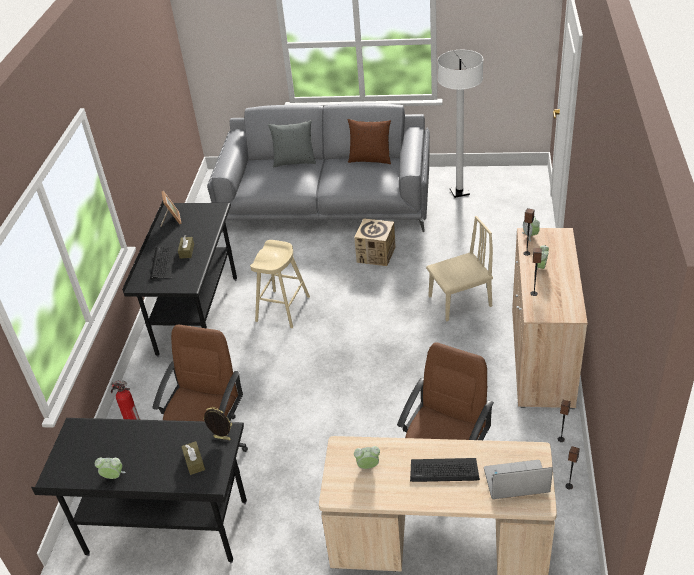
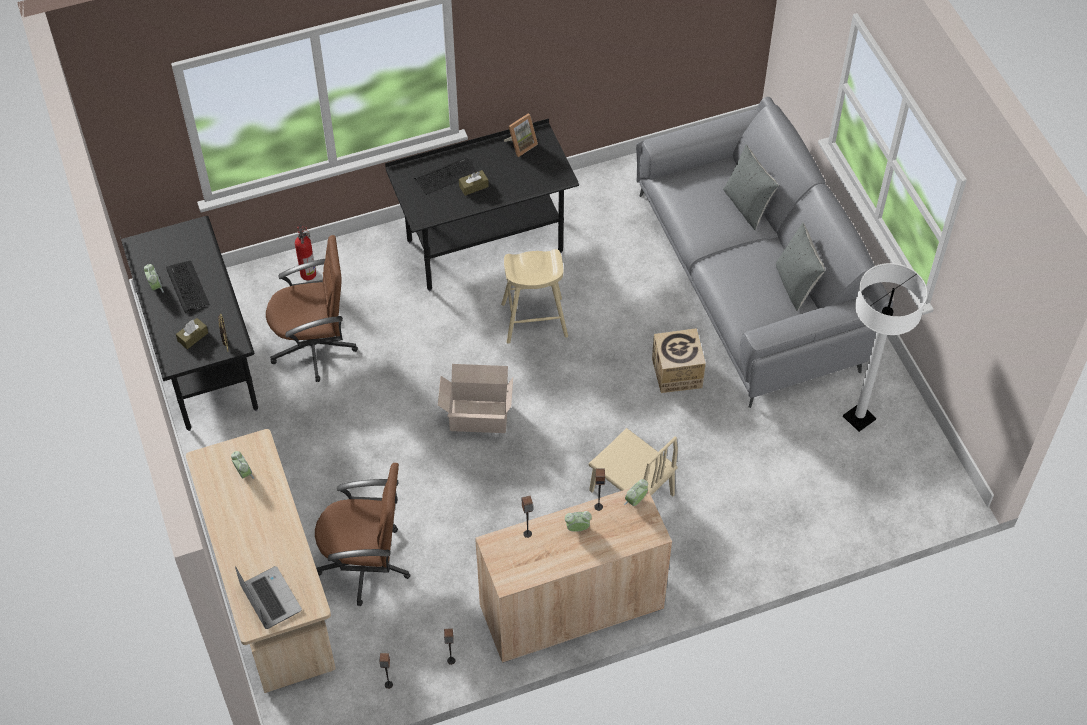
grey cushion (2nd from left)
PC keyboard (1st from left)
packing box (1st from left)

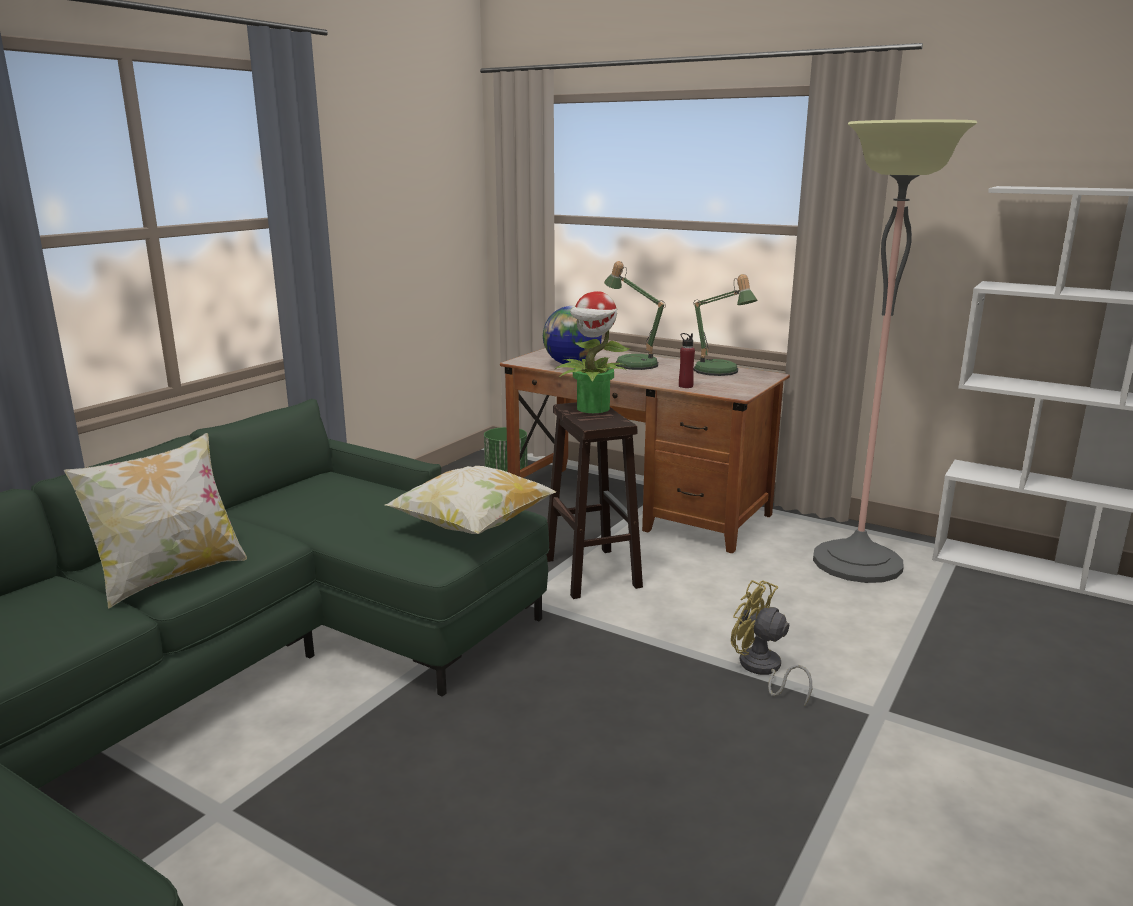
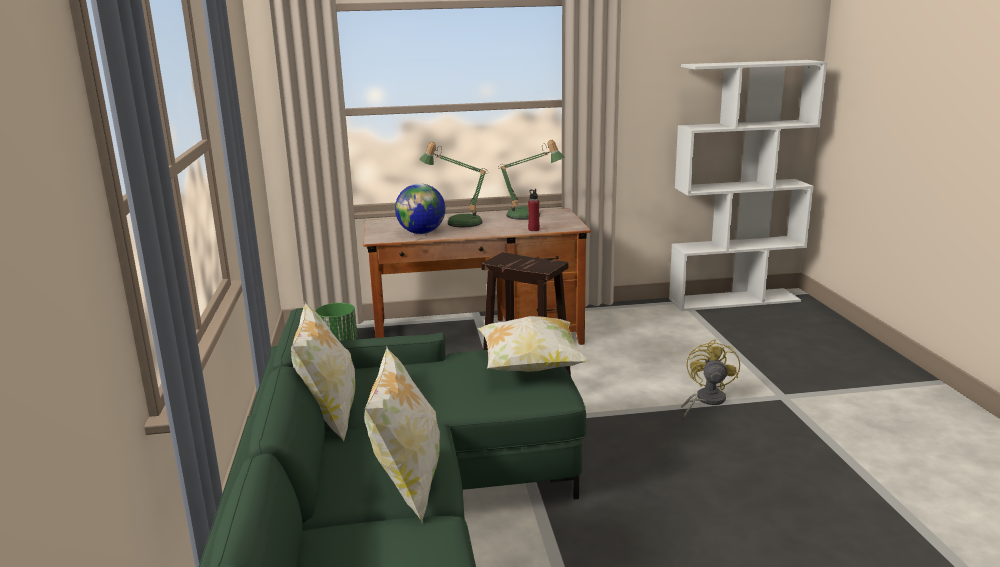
plant in a pot
yellow electric fan
floor lamp
cushion (1st from left)

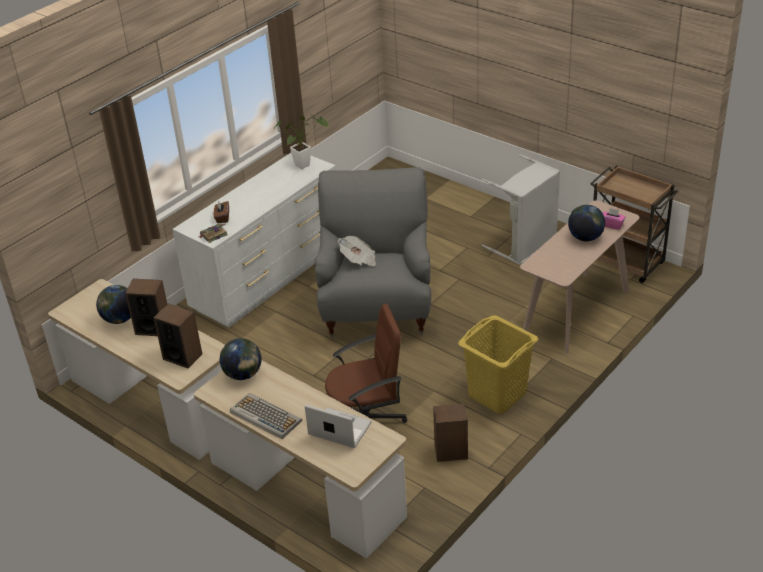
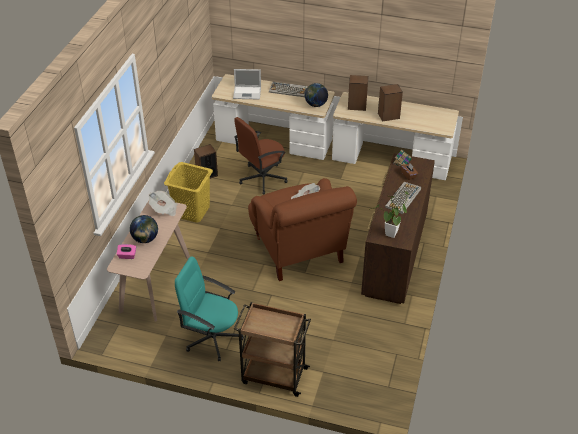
globe (1st from left in the first image)
brown dresser
brown easy chair
turquoise office chair
brown wheeled cart
daily paper (1st from left)
PC keyboard (2nd from left)

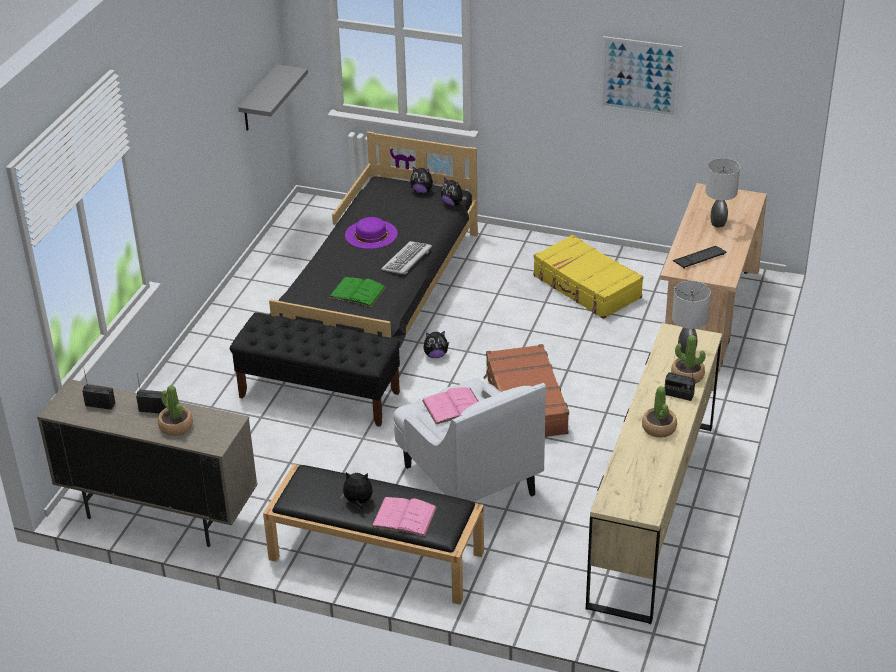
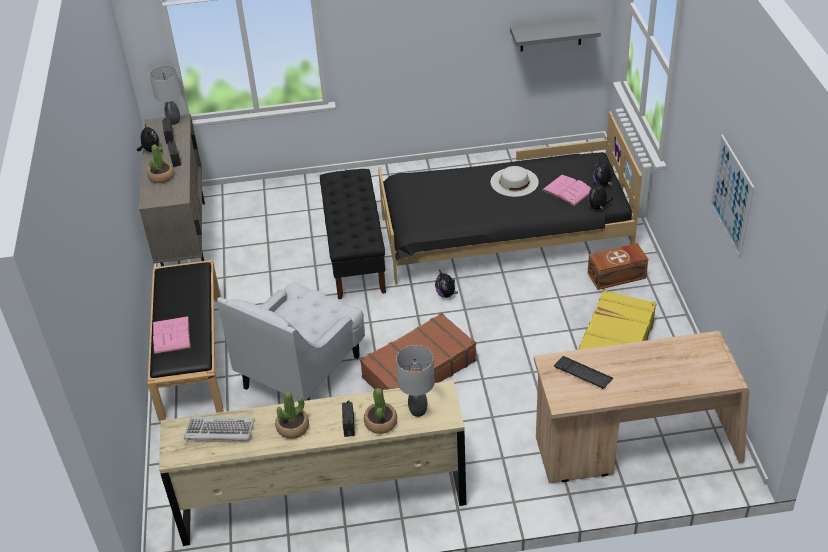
green volume
plush toy (1st from left)
whitish clothing hat
PC keyboard (1st from left)
pink volume (2nd from left)
grey lamp for a table (1st from left)
brown storage box

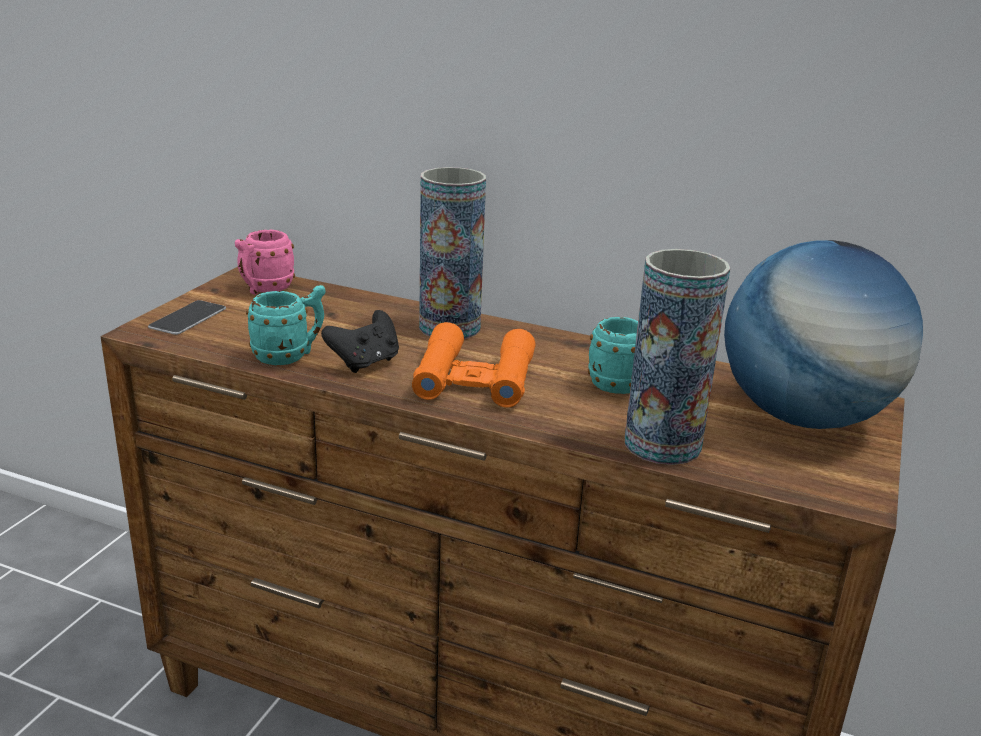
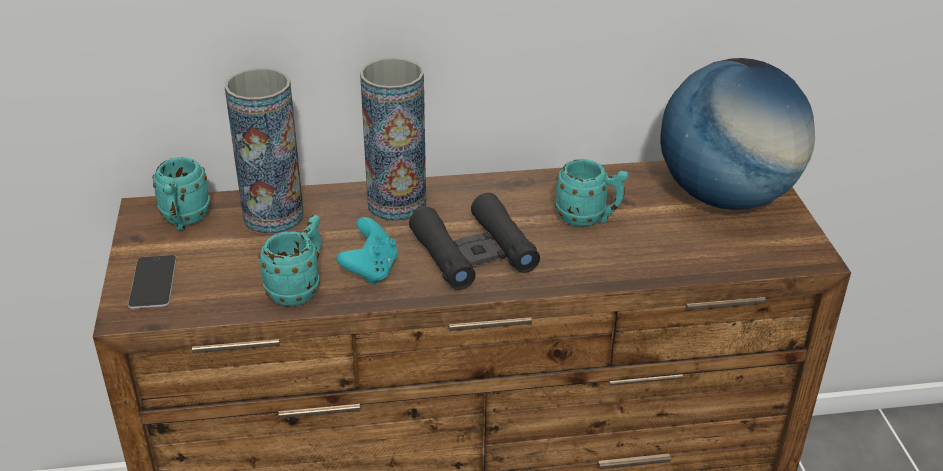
turquoise tea mug (1st from left)
turquoise game controller
blackish field glasses
flower vase (1st from left)

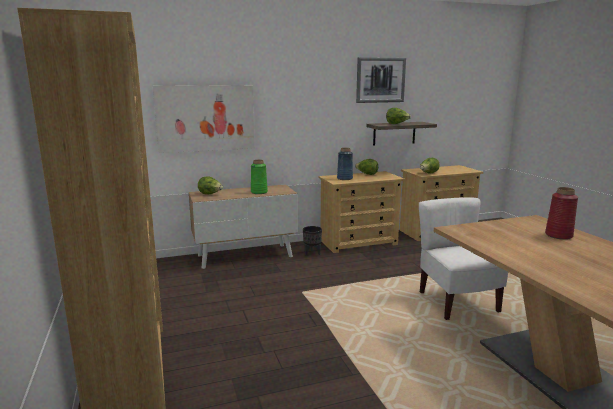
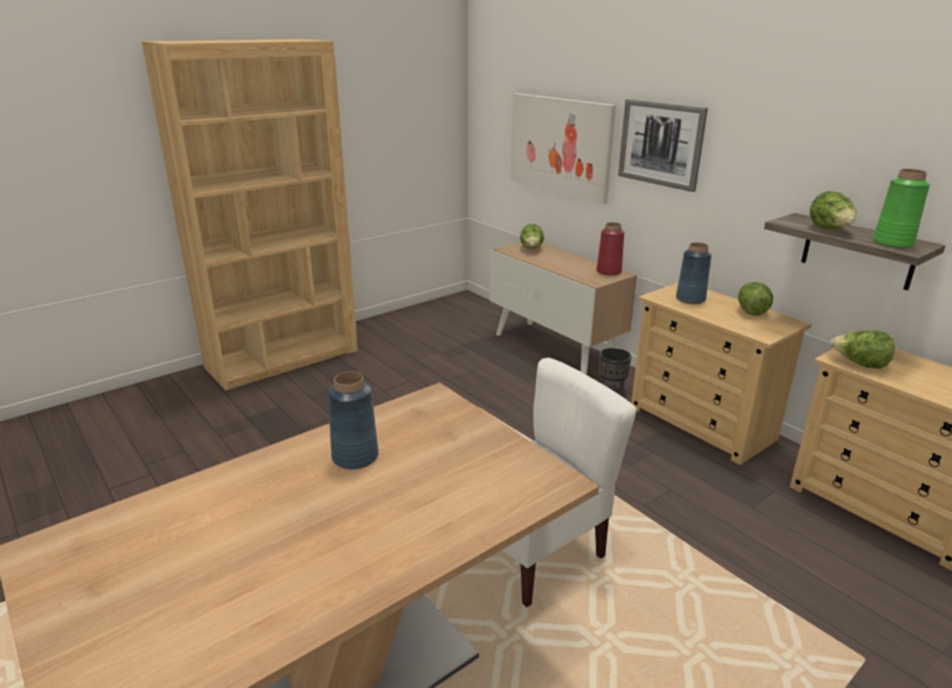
green flower vase
picture (2nd from left)
red-coloured flower vase
blue flower vase (1st from left)

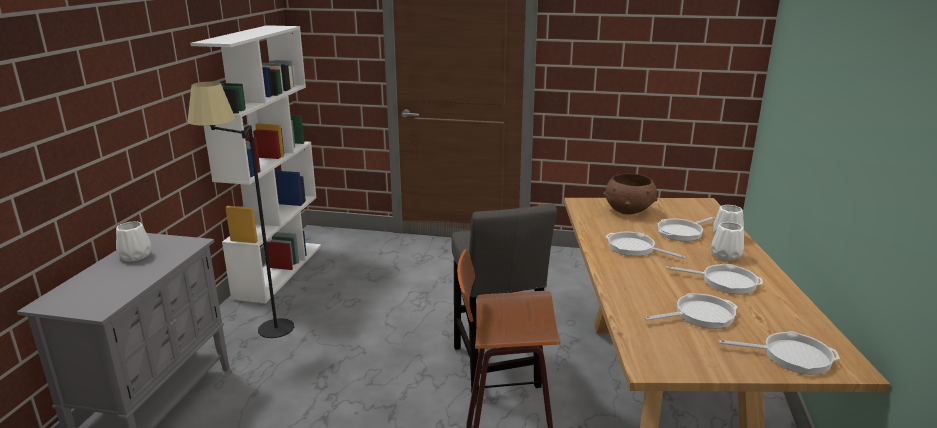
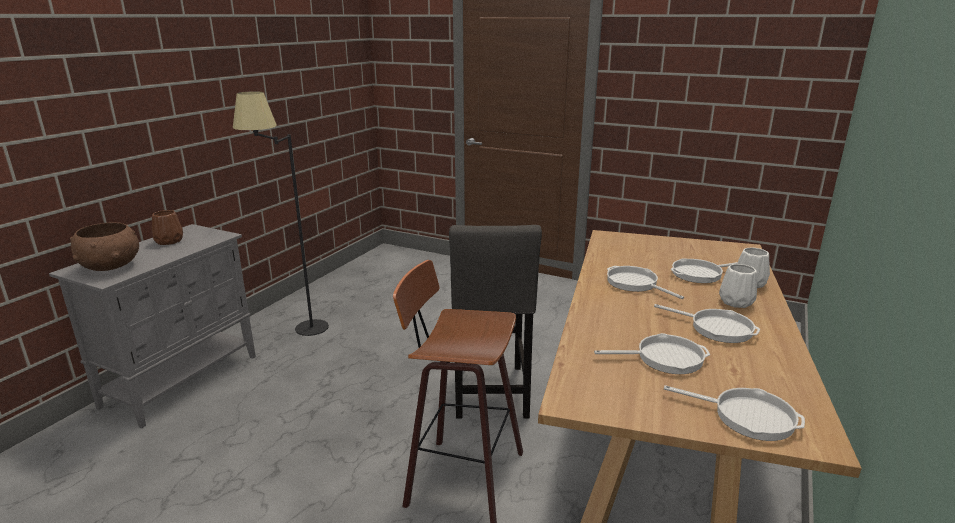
brown flower vase
whitish bookcase
brown deep dish

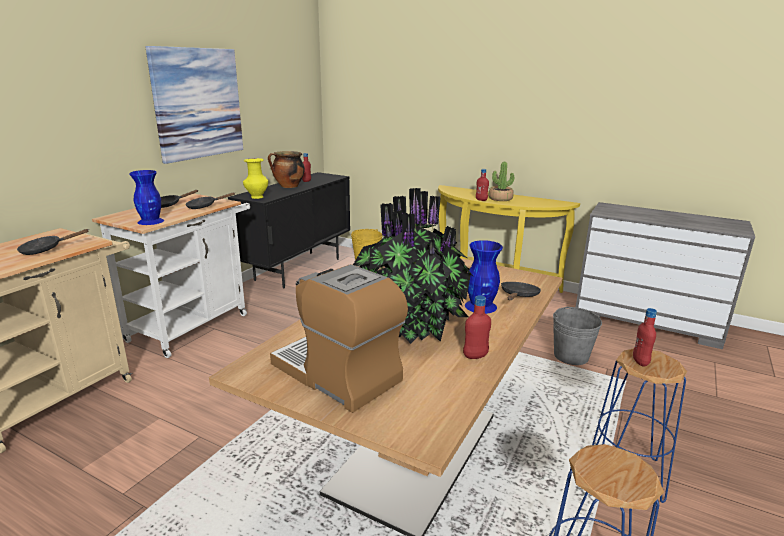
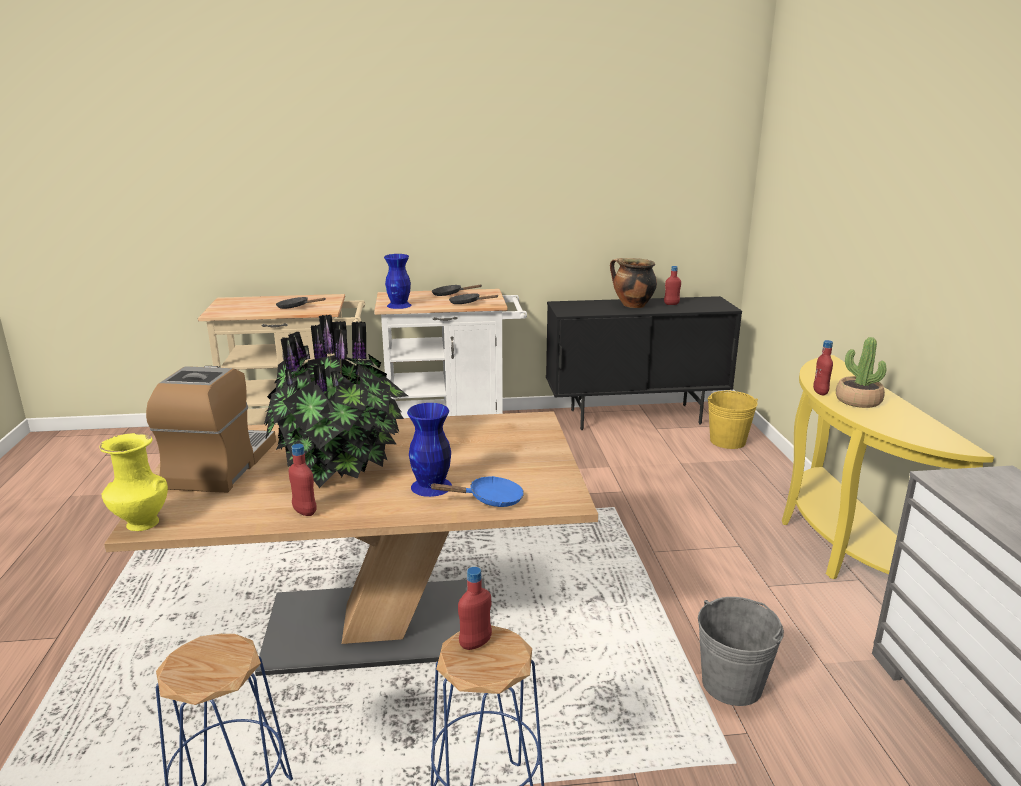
picture
yellow flower vase
blue skillet

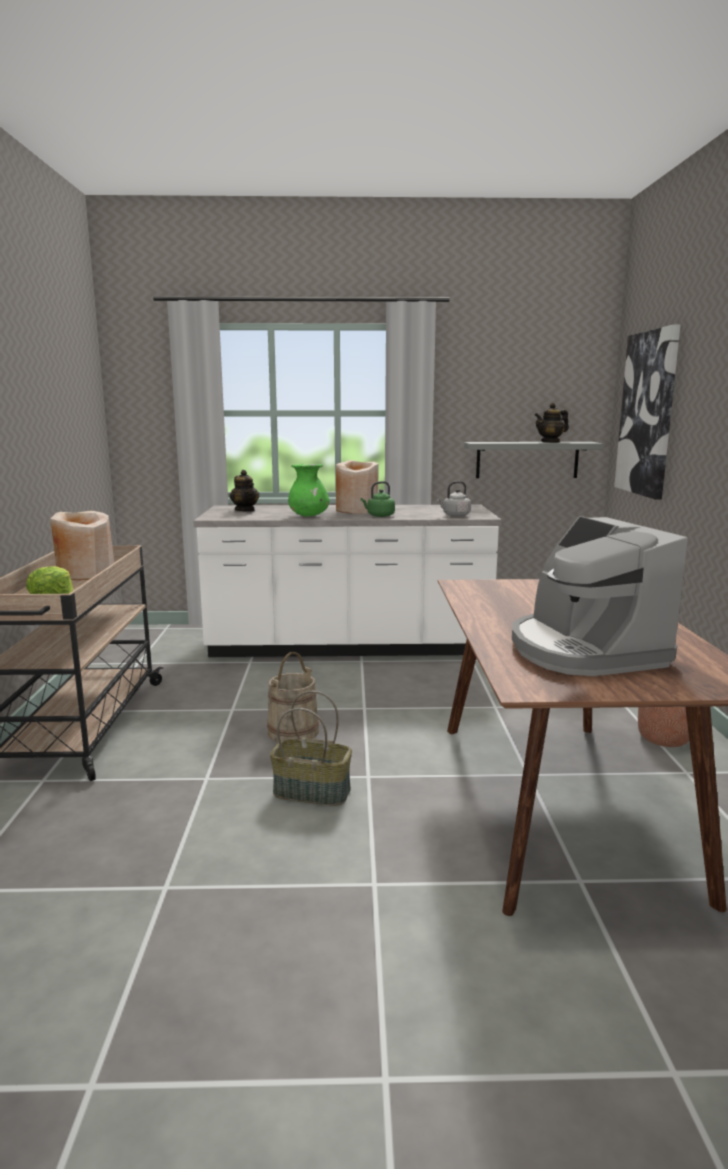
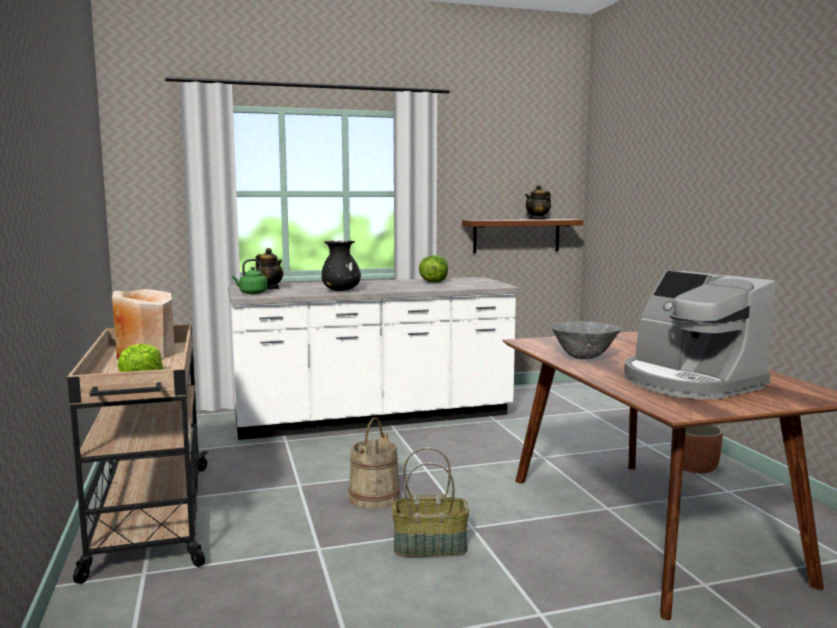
blackish flower vase
beige-coloured flower vase (2nd from left in the first image)
green tea kettle
grey tea kettle
brown bracket shelf
picture
lettuce (2nd from left)
grey deep dish

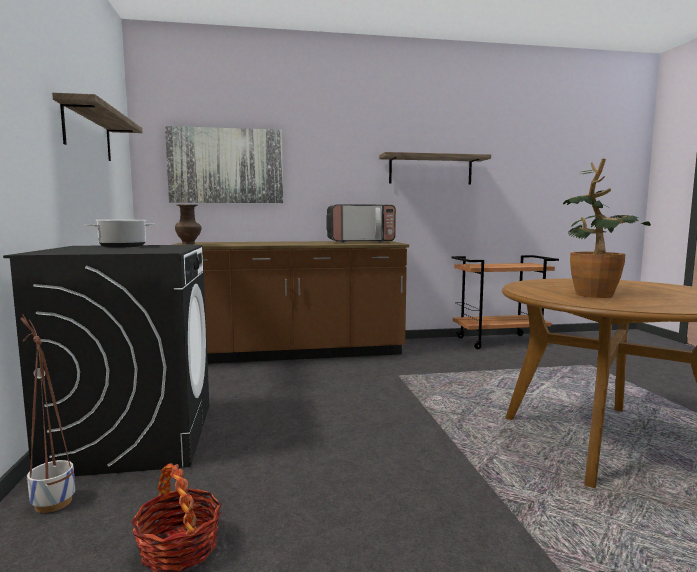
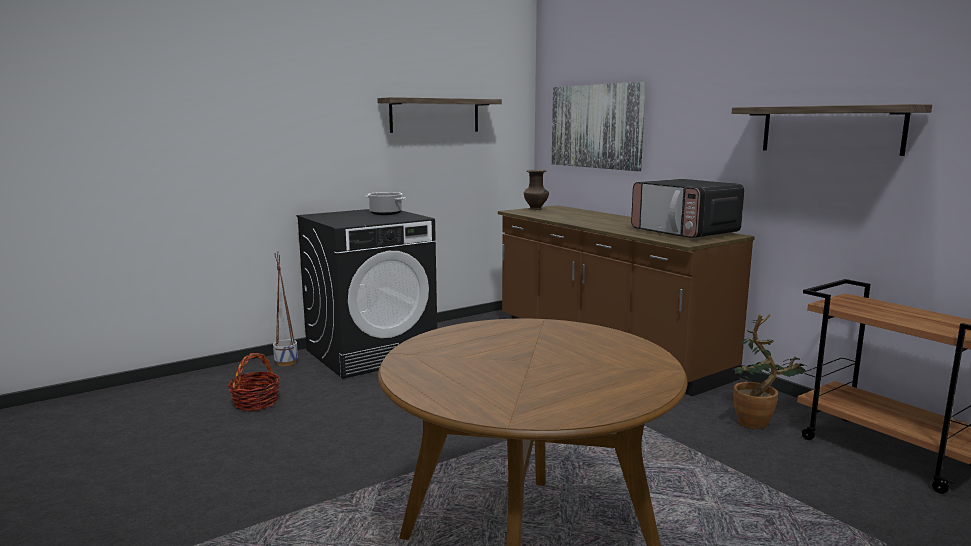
plant in a pot

